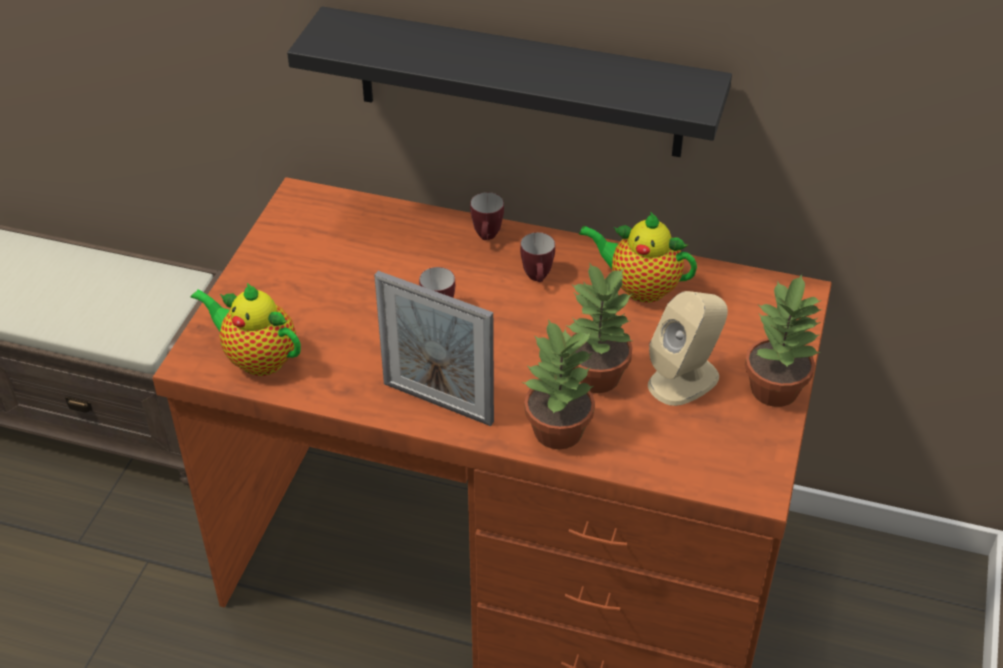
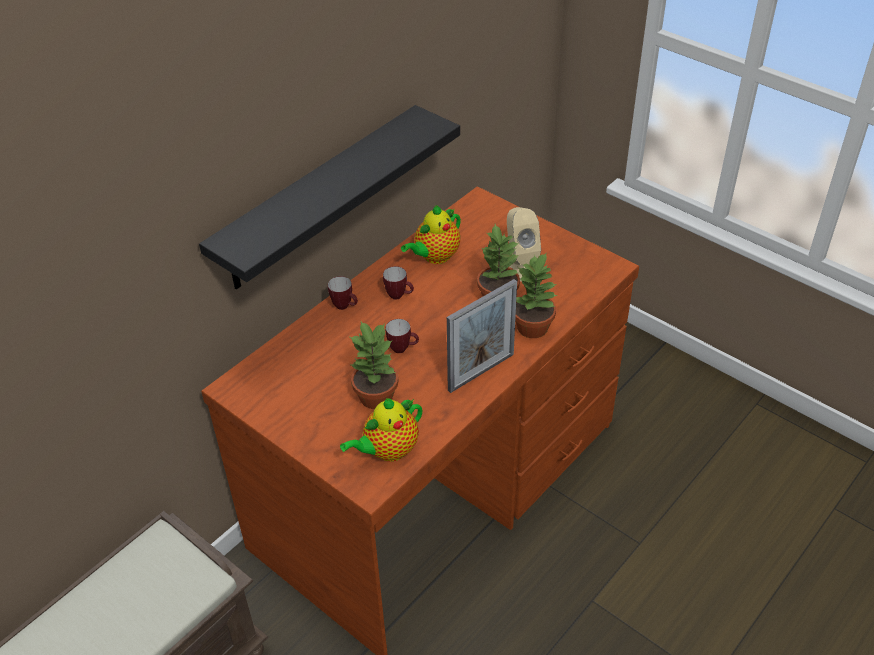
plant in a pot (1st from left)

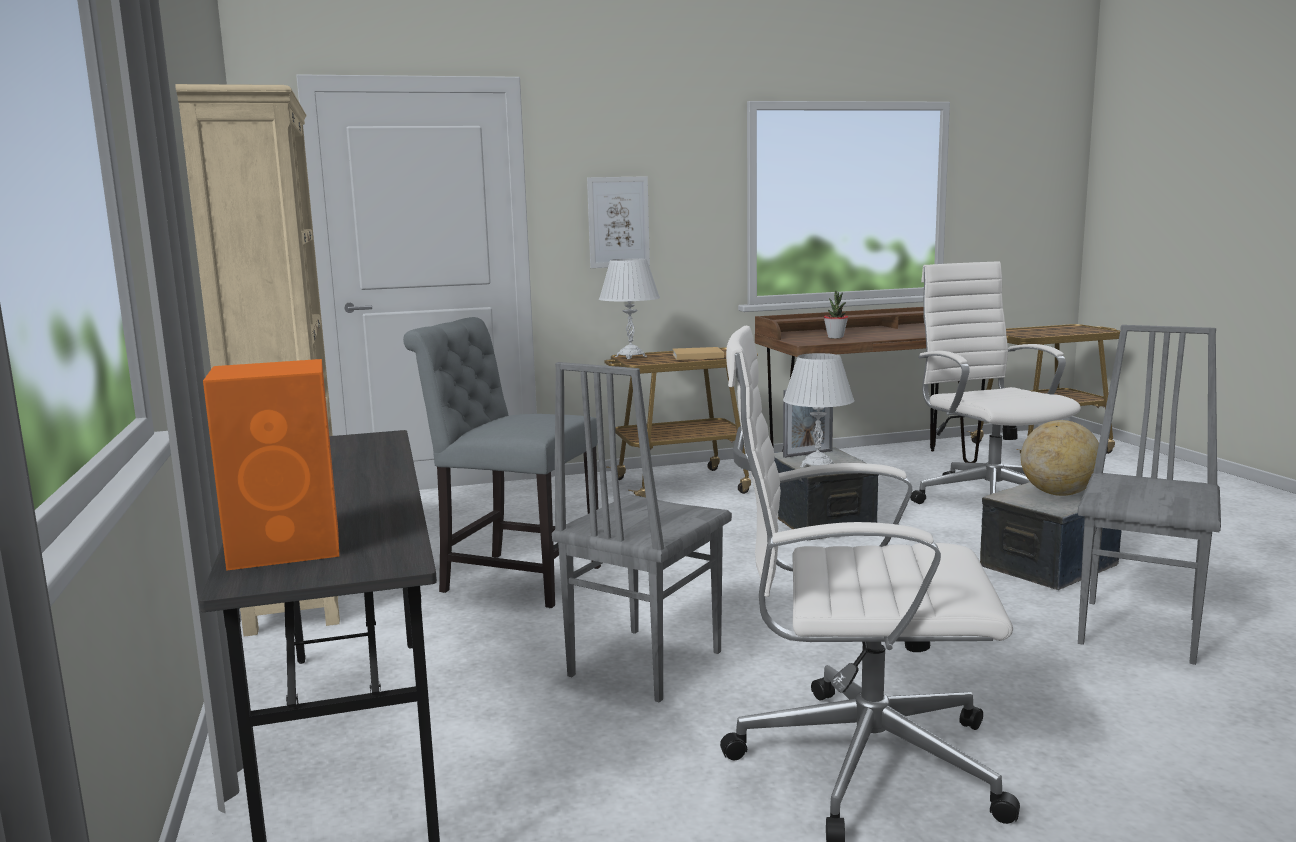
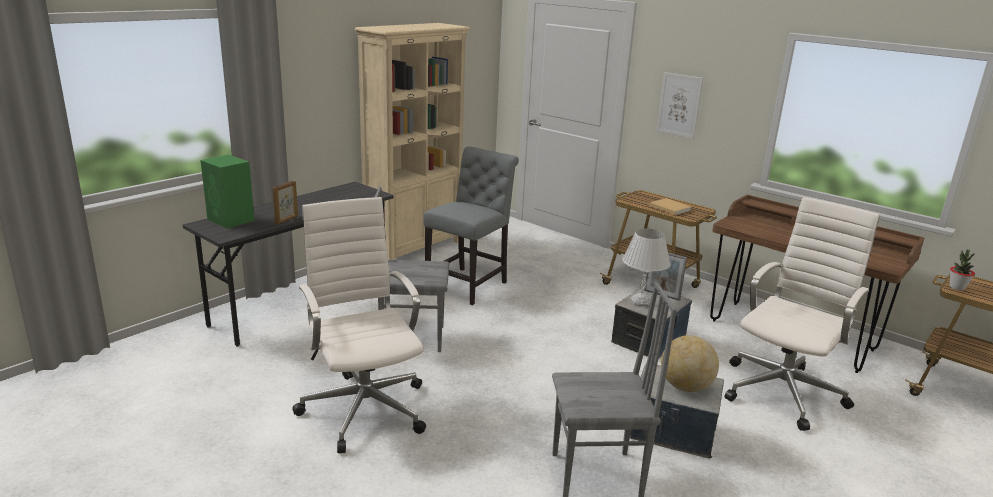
green speaker
grey upright chair (2nd from left)
whitish lamp for a table (1st from left in the first image)
plant in a pot
photo frame (1st from left)

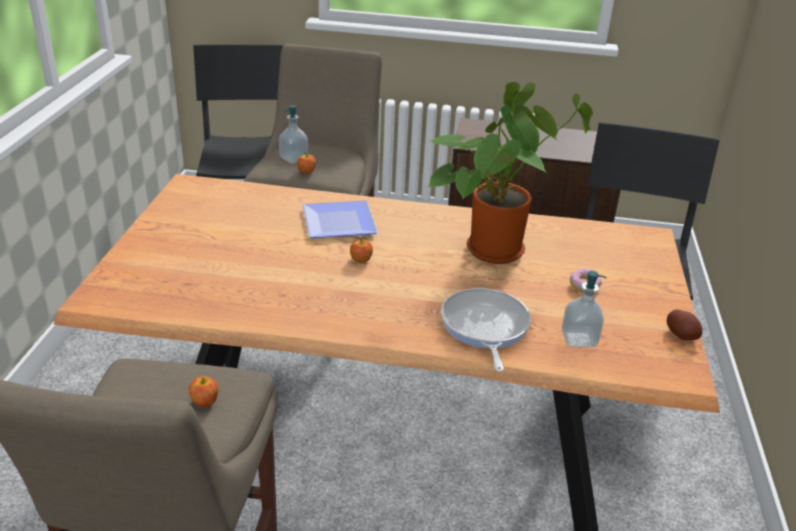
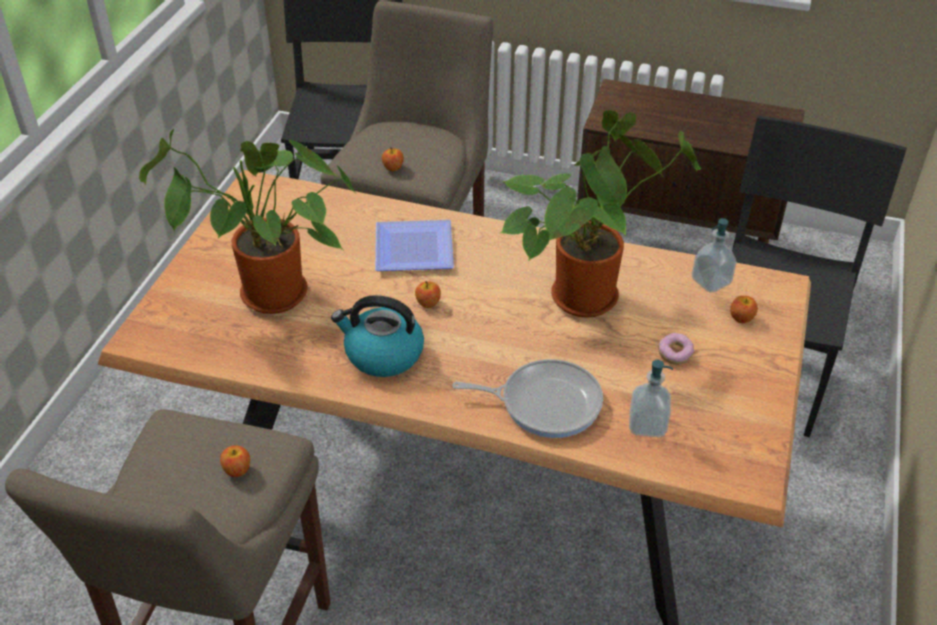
soap dispenser (2nd from left)
skillet
potato
plant in a pot (1st from left)
tea kettle
whole apple (4th from left)

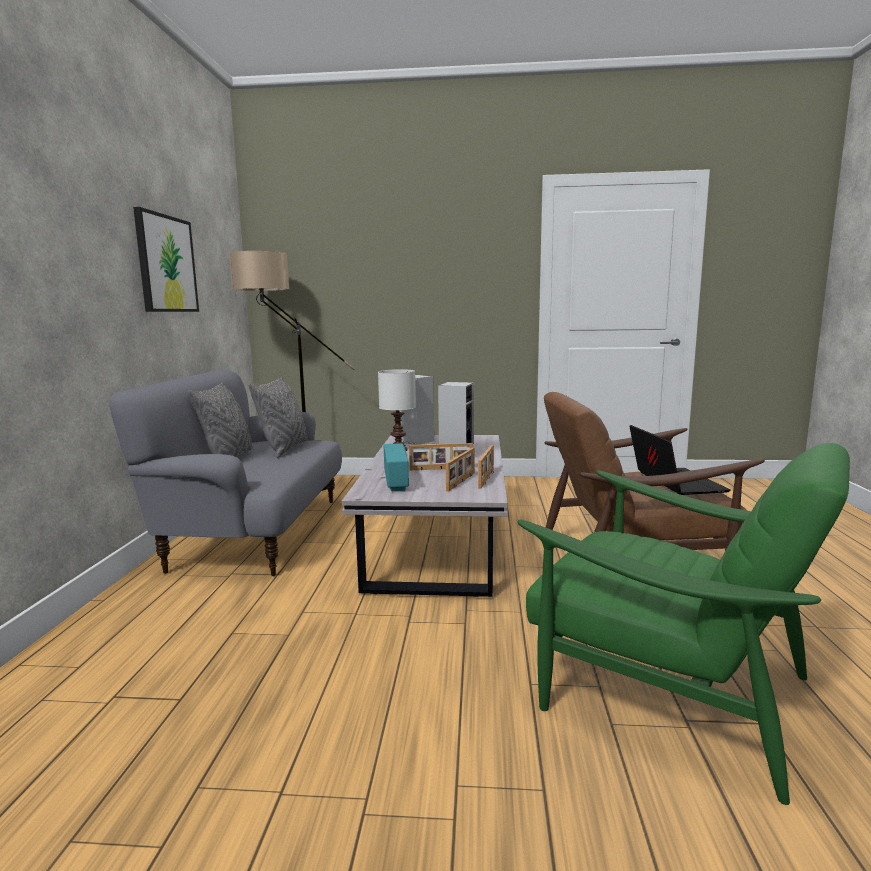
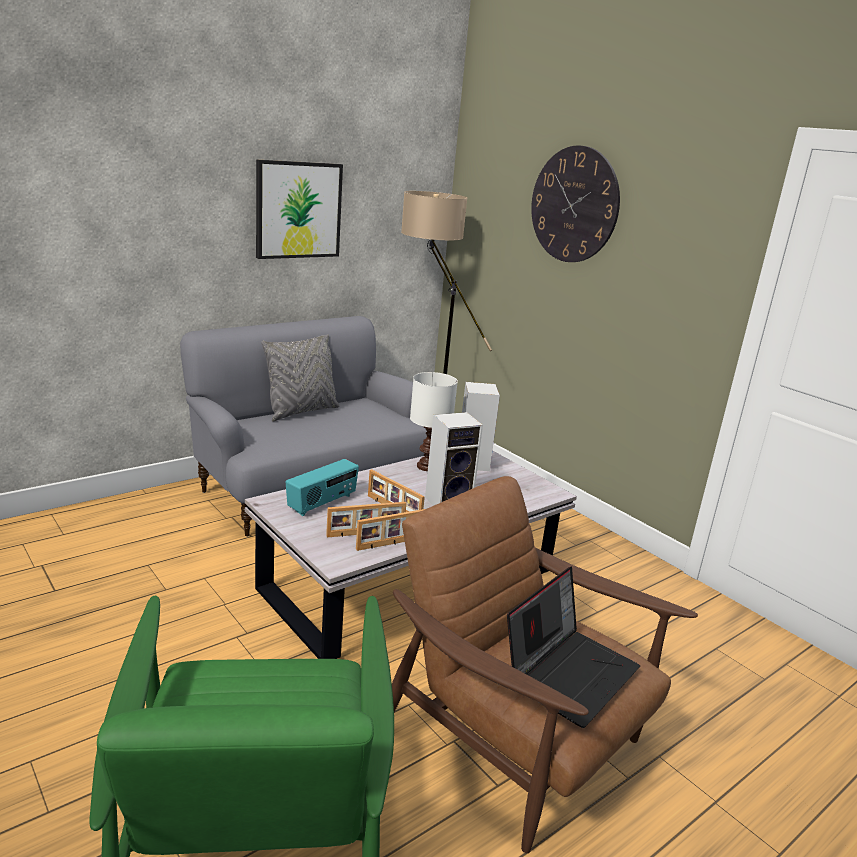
grey cushion (2nd from left in the first image)
hanging clock

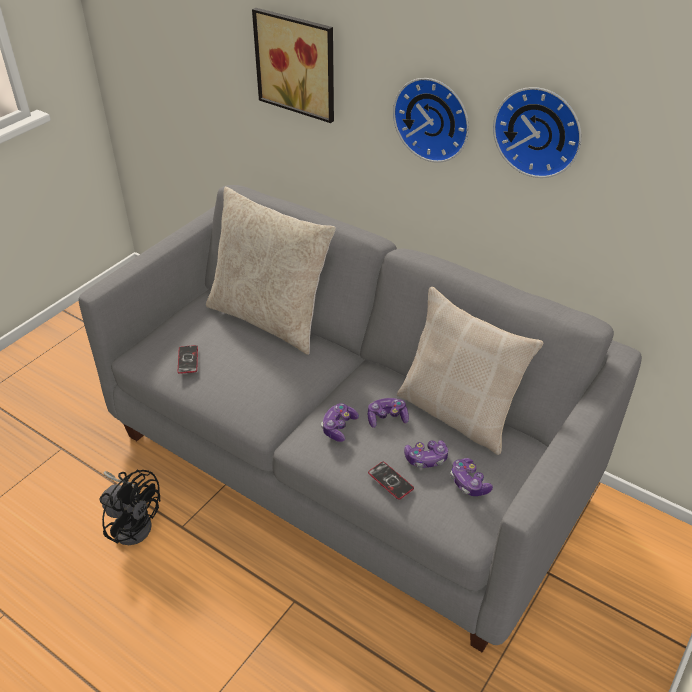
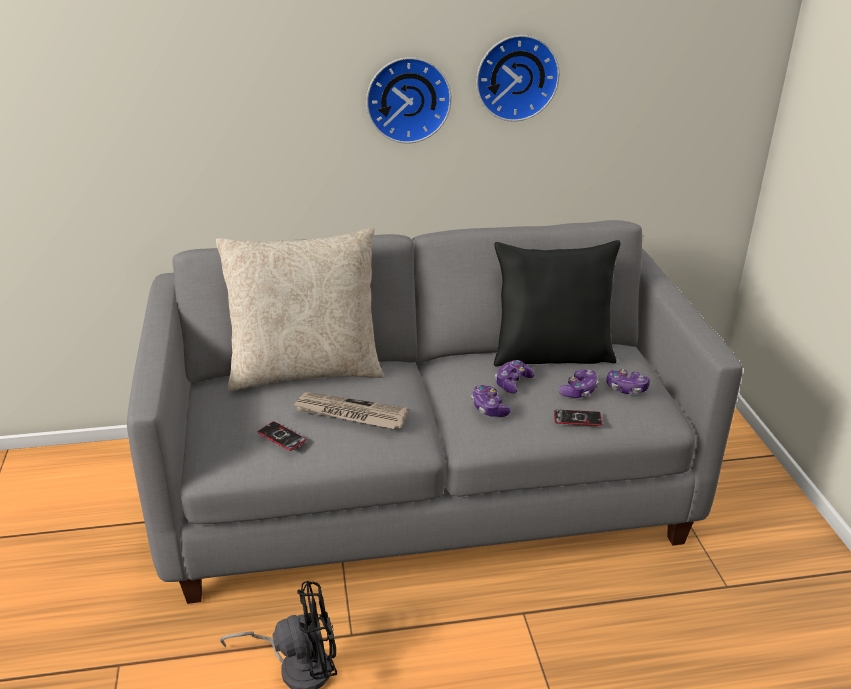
picture
blackish cushion
daily paper

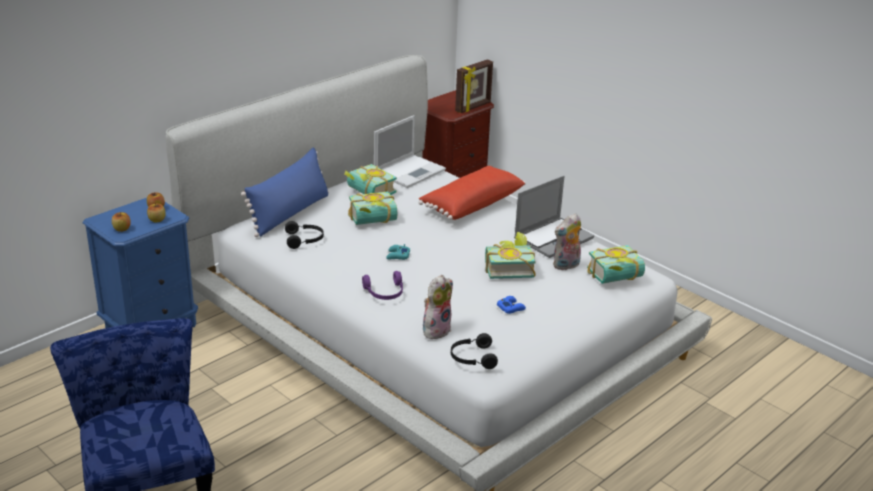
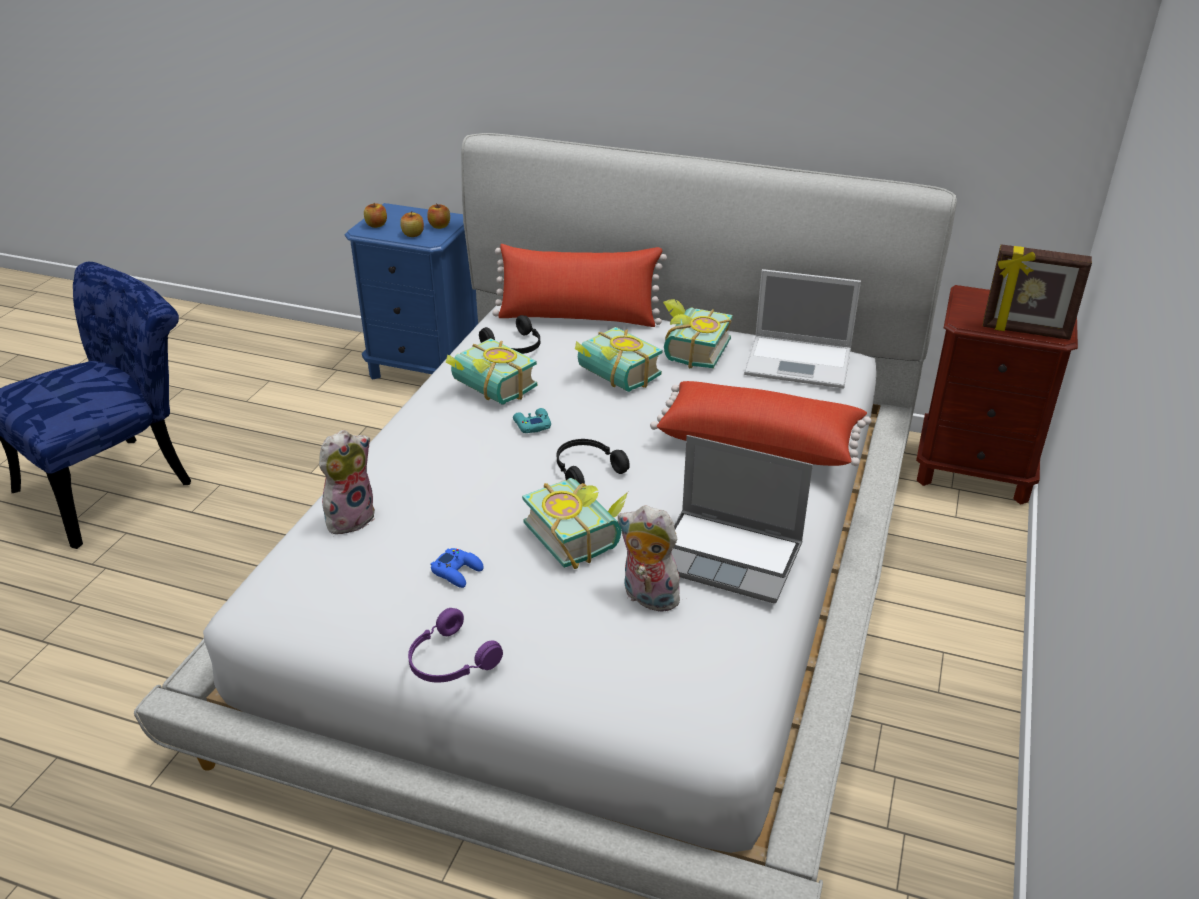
red-coloured cushion (1st from left)
purple headset
plush toy (1st from left)
blackish headset (2nd from left)
volume (1st from left)

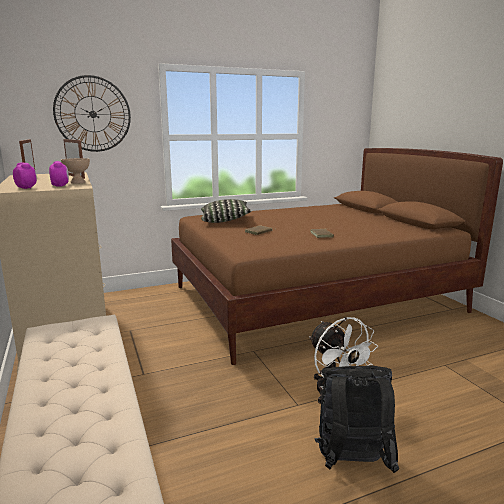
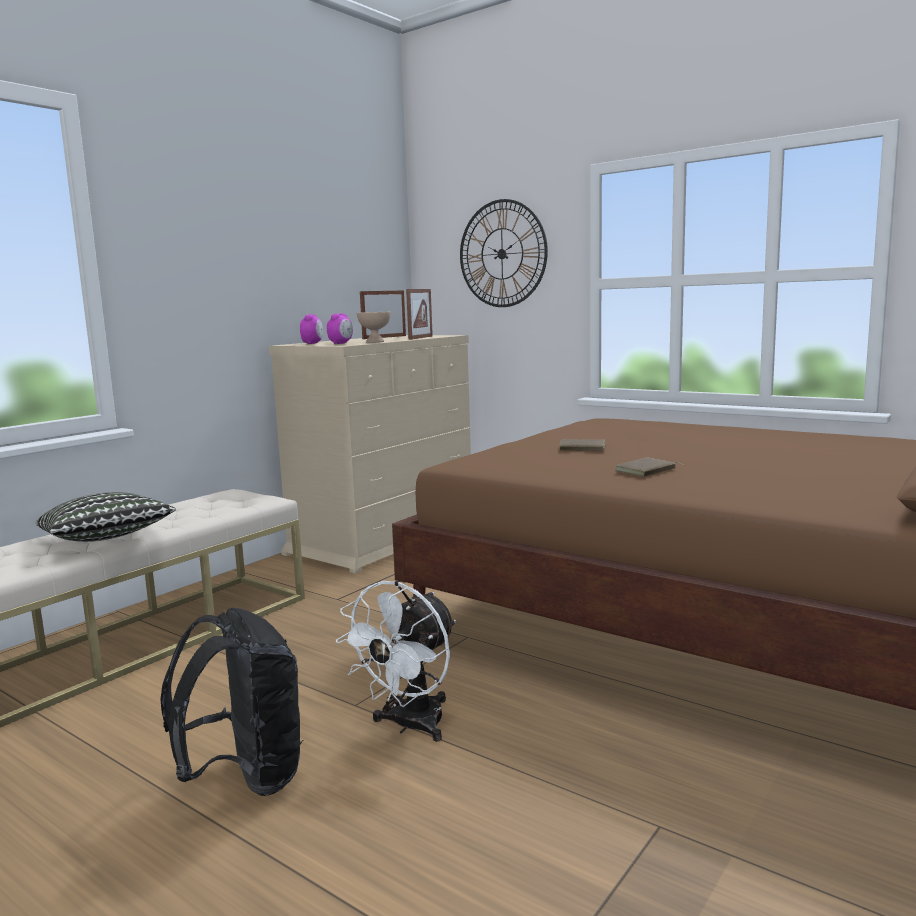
cushion

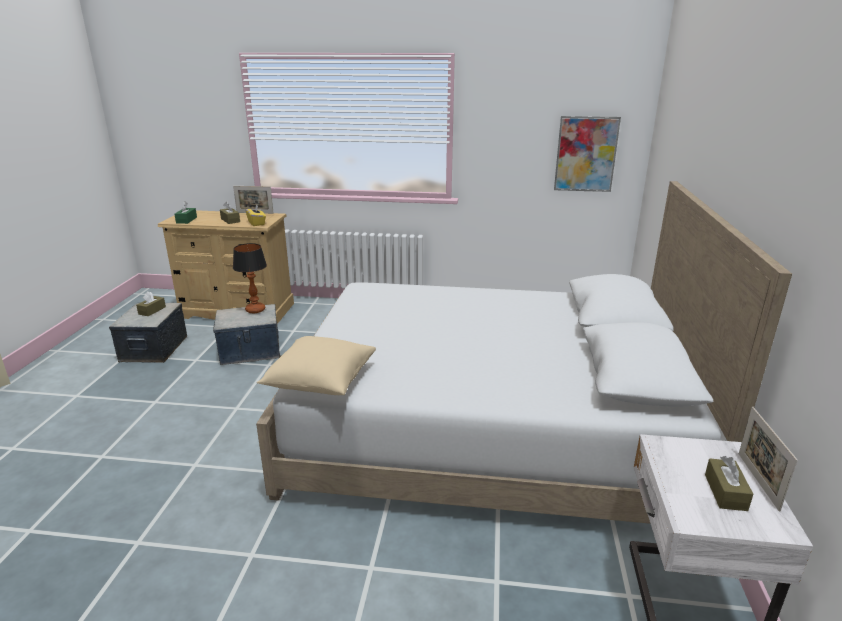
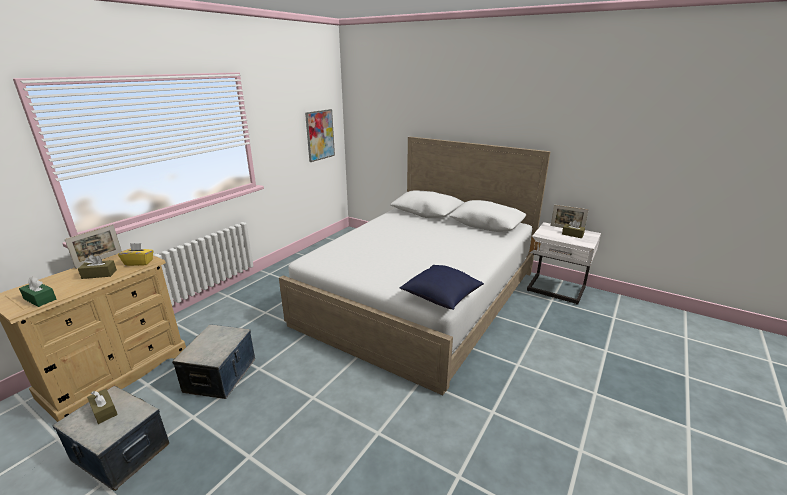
lamp for a table
blue cushion

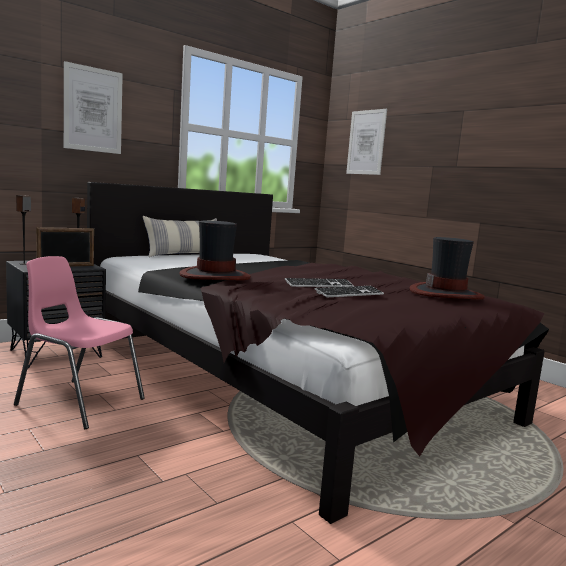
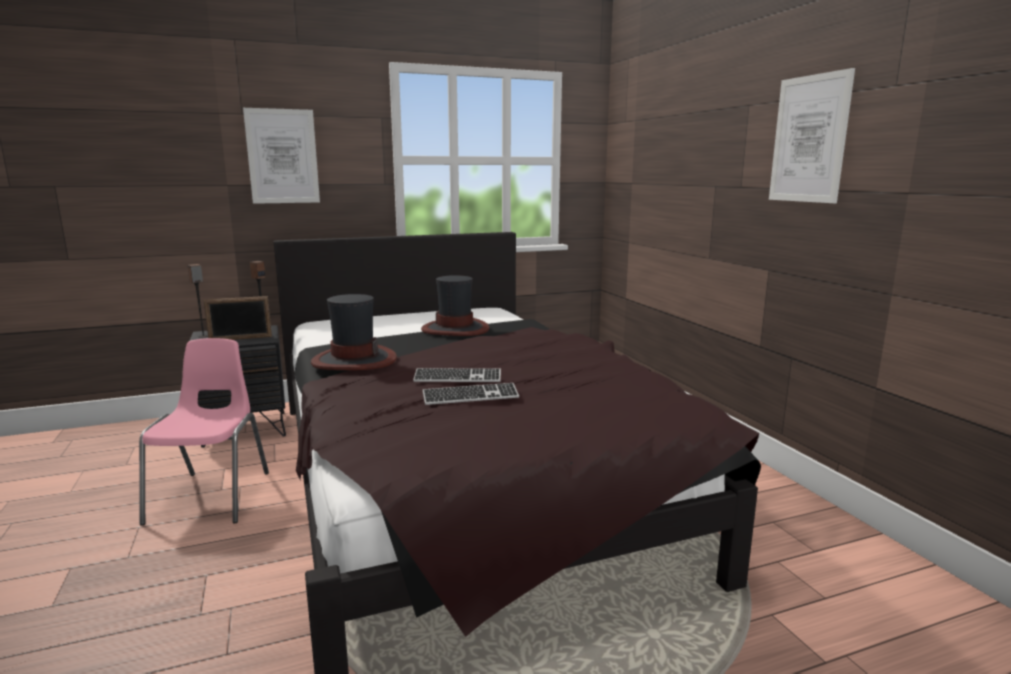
pink upright chair
cushion
picture (2nd from left)
clothing hat (2nd from left)

